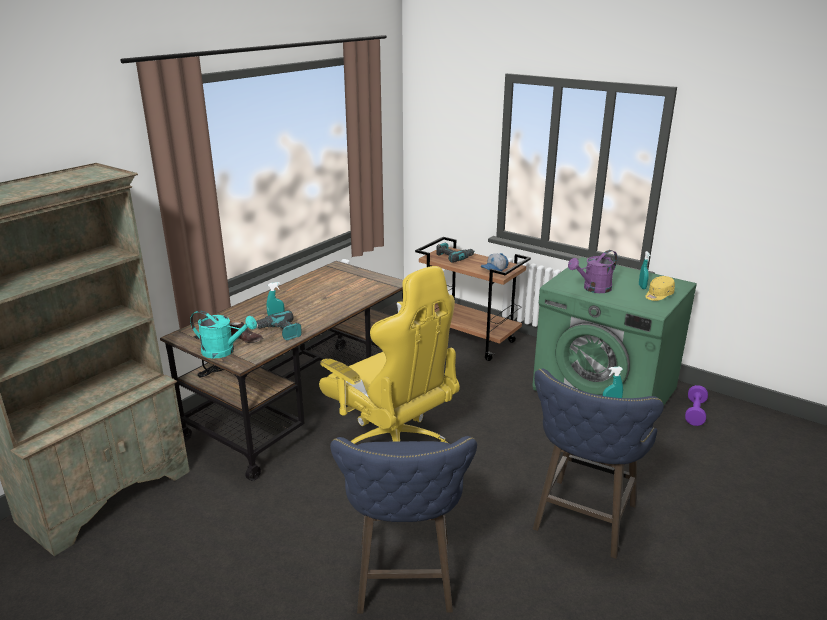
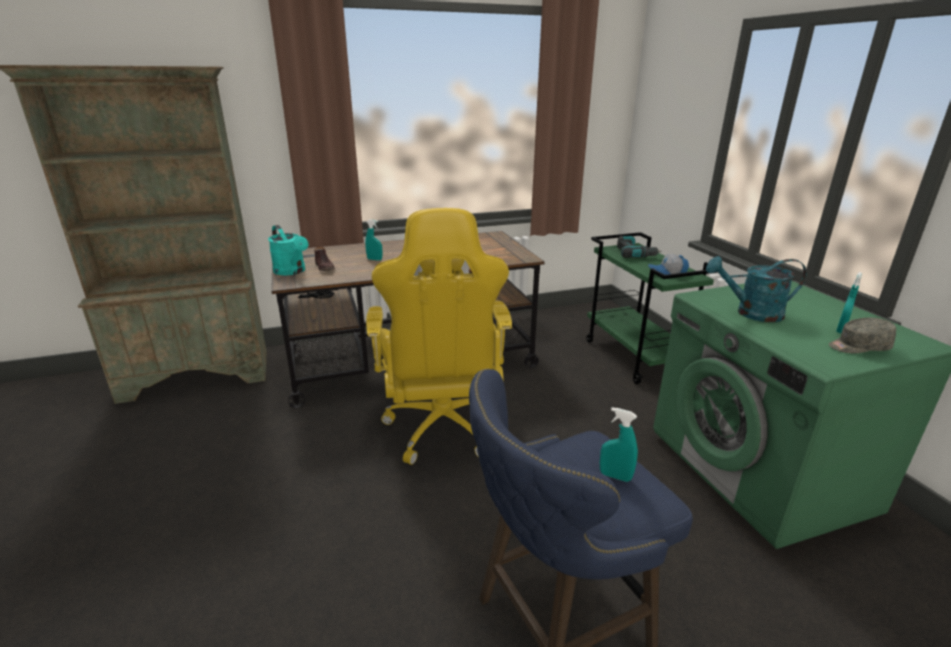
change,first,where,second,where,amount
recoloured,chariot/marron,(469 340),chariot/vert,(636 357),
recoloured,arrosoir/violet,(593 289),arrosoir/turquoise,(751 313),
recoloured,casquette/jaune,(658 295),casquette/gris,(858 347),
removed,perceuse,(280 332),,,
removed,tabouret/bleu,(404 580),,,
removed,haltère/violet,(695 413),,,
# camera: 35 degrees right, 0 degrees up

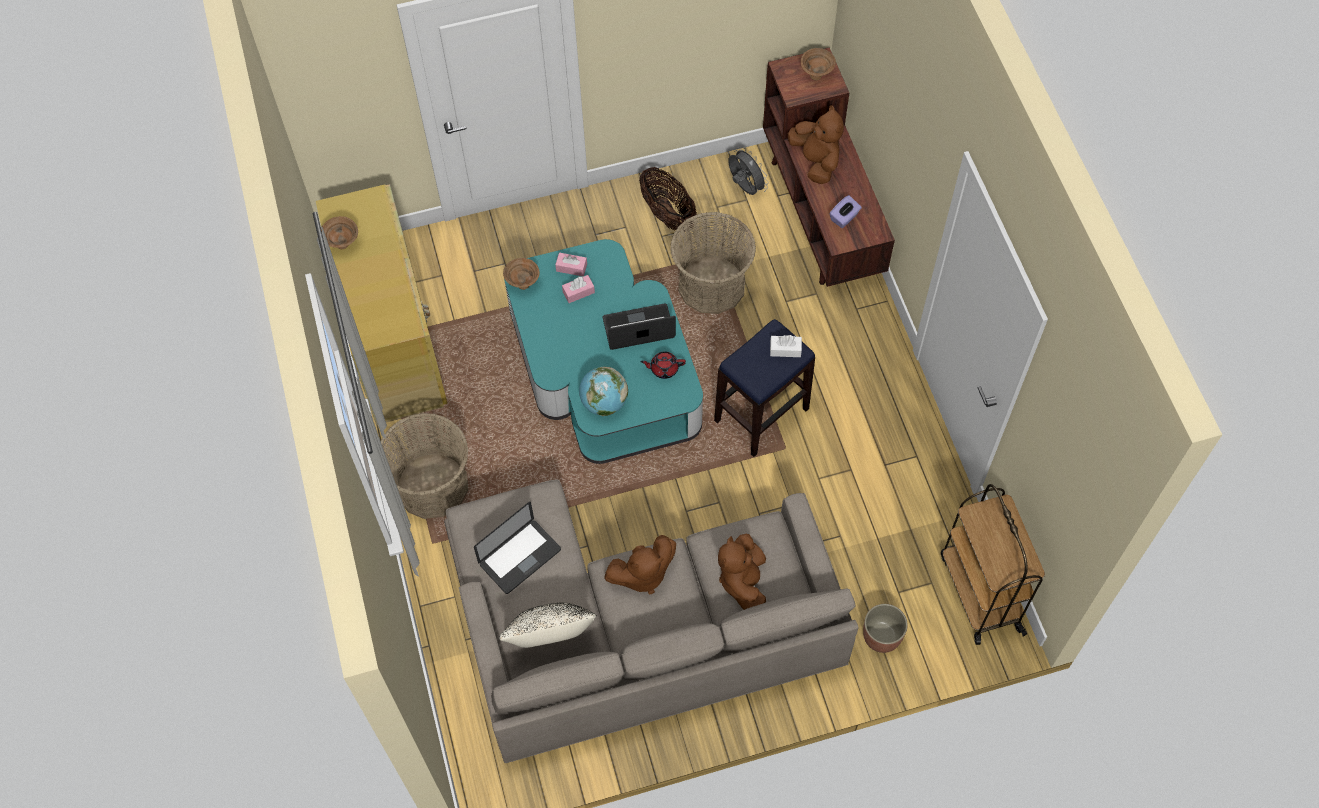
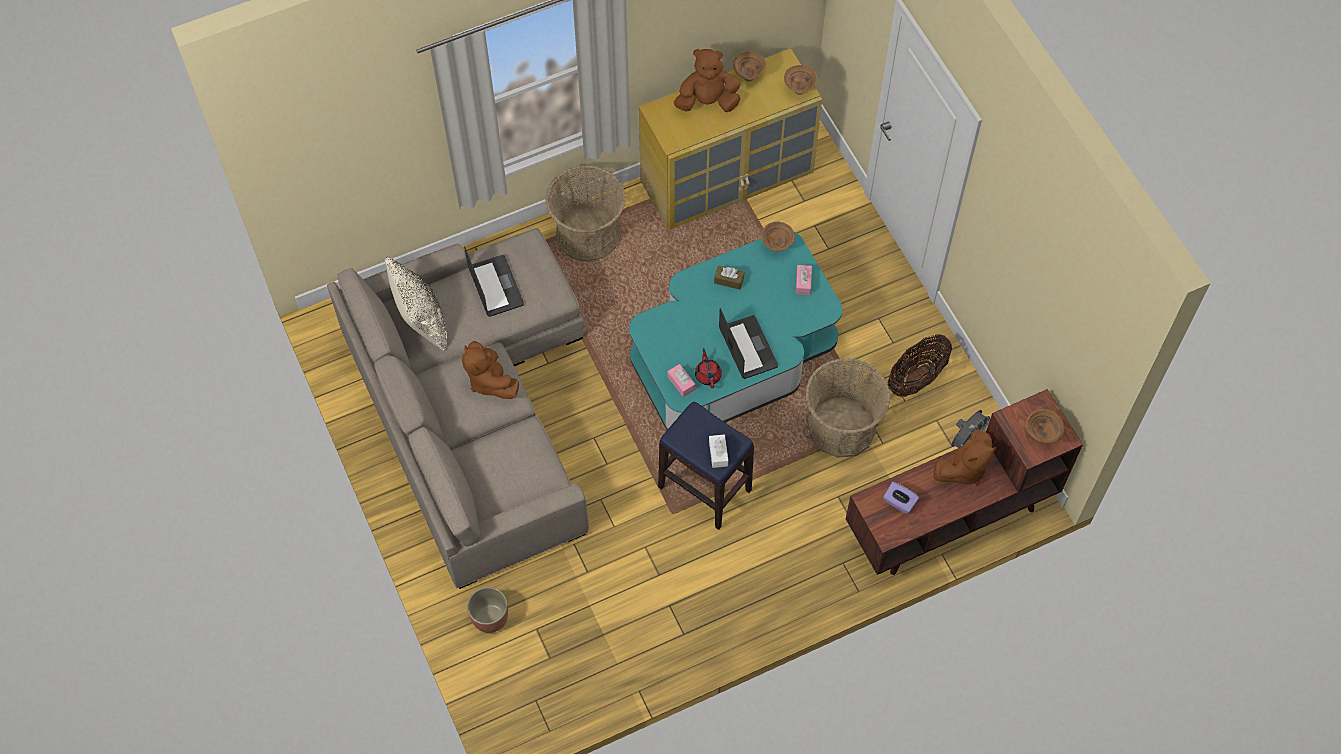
change,first,where,second,where,amount
turned,ordinateur portable,(520 557),,(495 286),150 degrees counterclockwise
moved,boîte à mouchoirs/rose,(578 292),,(681 383),
moved,peluche/marron,(743 580),,(707 102),
added,,,boîte à mouchoirs/marron,(729 280),
added,,,bol/marron,(799 91),
removed,globe,(604 403),,,
removed,chariot/marron,(980 591),,,
# camera: 80 degrees right, 0 degrees up

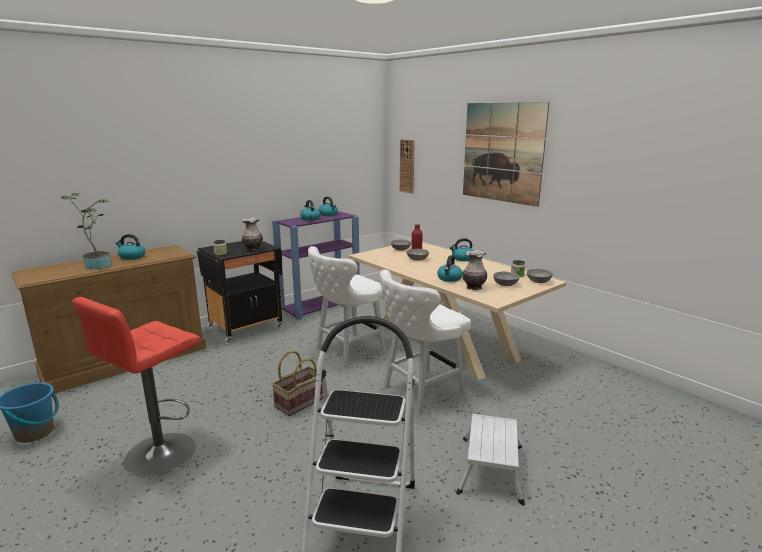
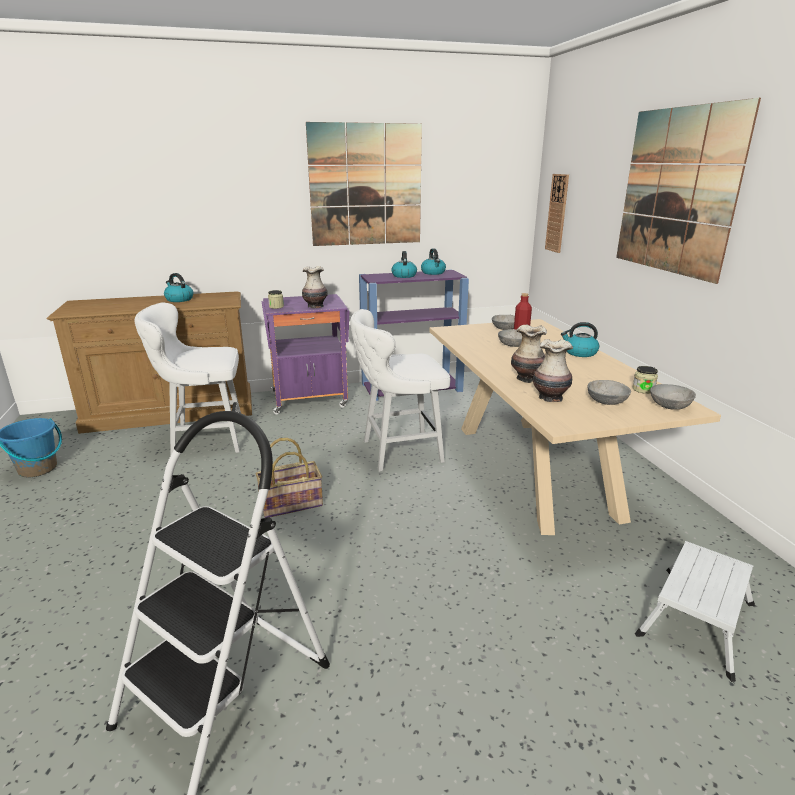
change,first,where,second,where,amount
moved,tabouret/blanc,(420 391),,(204 440),
recoloured,chariot/noir,(246 328),chariot/violet,(310 399),
added,,,tableau,(366 185),
replaced,bouilloire,(449 279),vase,(527 379),
moved,escabeau/blanc,(491 469),,(696 619),
removed,plante en pot,(98 264),,,
removed,tabouret/rouge,(159 454),,,
# camera: 25 degrees right, 5 degrees up

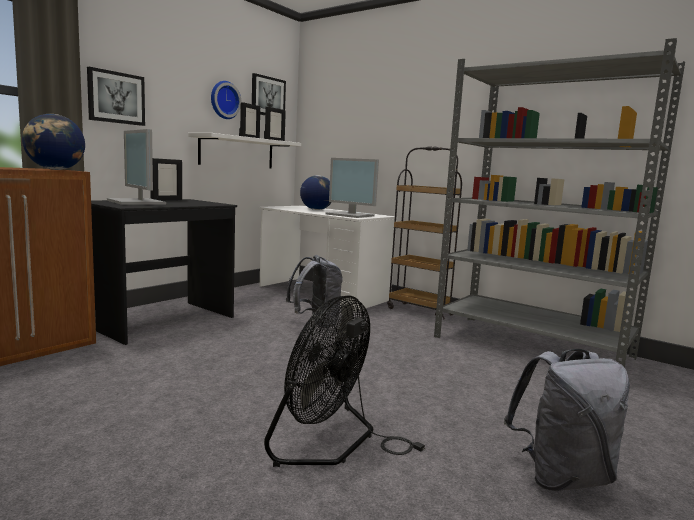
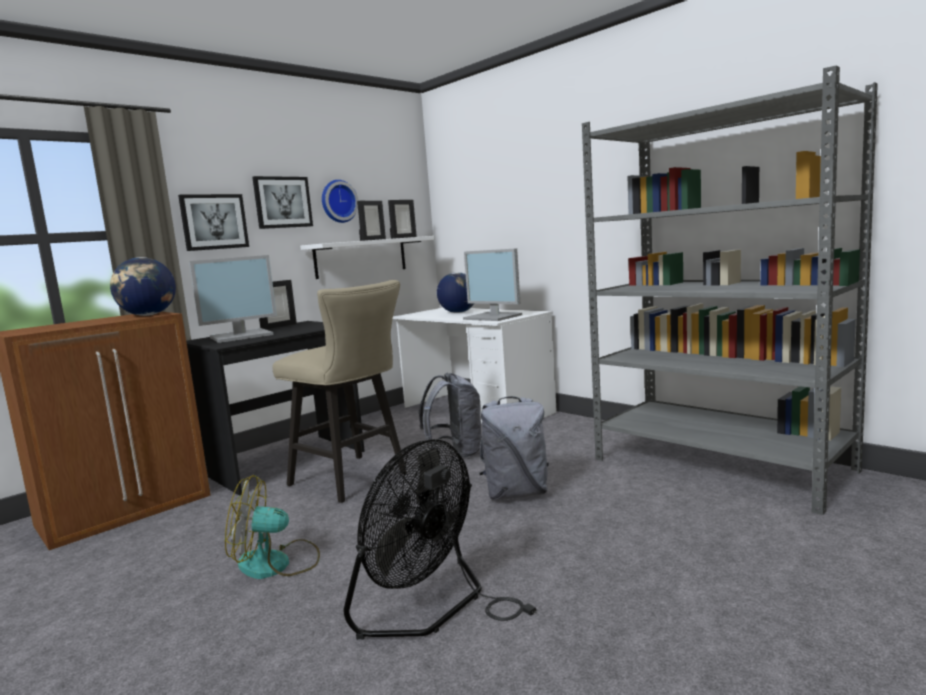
change,first,where,second,where,amount
turned,écran d'ordinateur,(137 202),,(242 336),90 degrees counterclockwise
added,,,ventilateur,(276 564),
moved,tableau,(267 96),,(282 202),
added,,,tabouret/beige,(354 480),
moved,sac à dos/gris,(561 477),,(516 493),
removed,chariot/marron,(419 311),,,
# camera: 10 degrees right, 0 degrees up

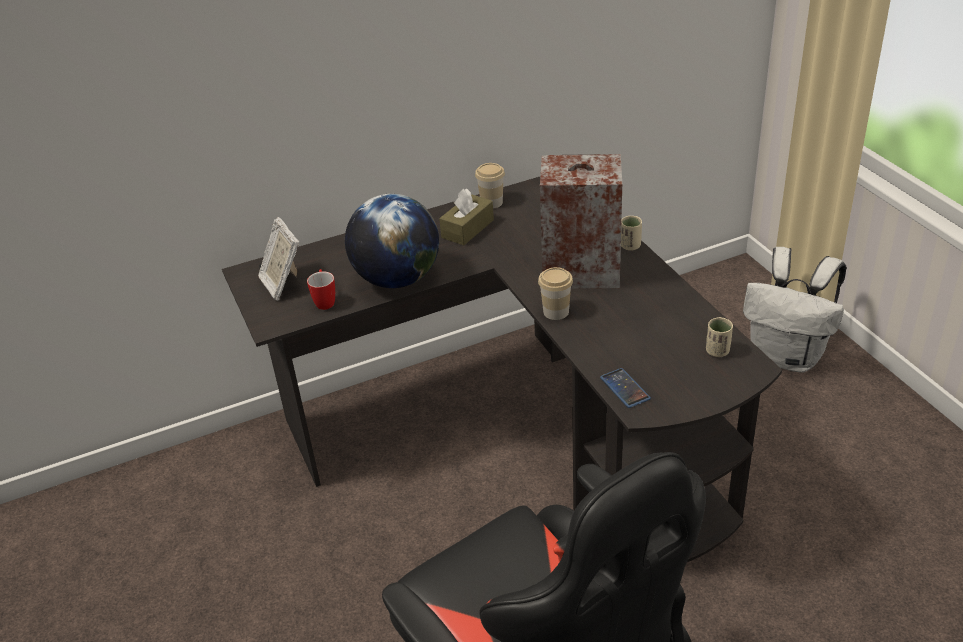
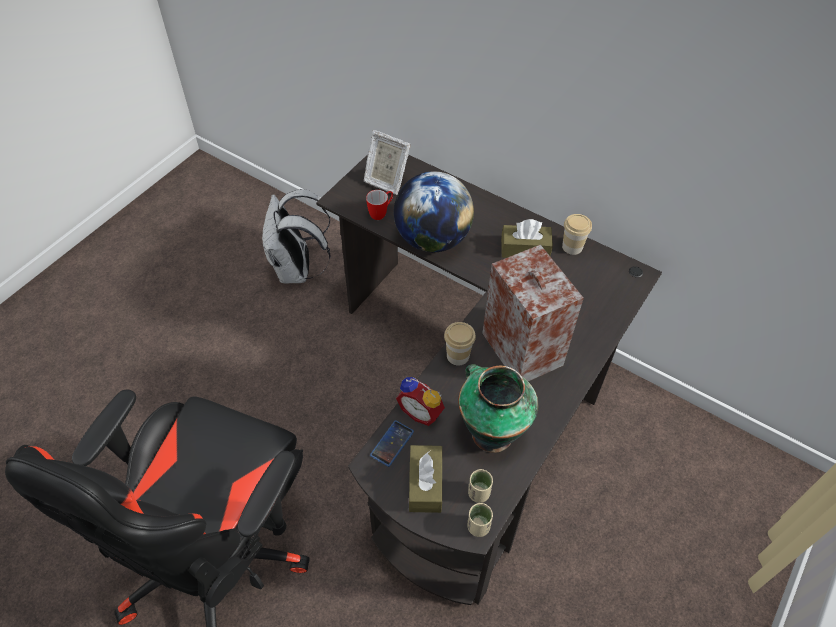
change,first,where,second,where,amount
moved,sac à dos/blanc,(788 357),,(297 270),
turned,cadre photo,(283 283),,(385 181),90 degrees counterclockwise
added,,,réveil,(421 411),
added,,,boîte à mouchoirs/marron,(425 484),
added,,,vase,(490 432),
moved,tasse/beige,(630 246),,(478 527),
# camera: 55 degrees right, 15 degrees up

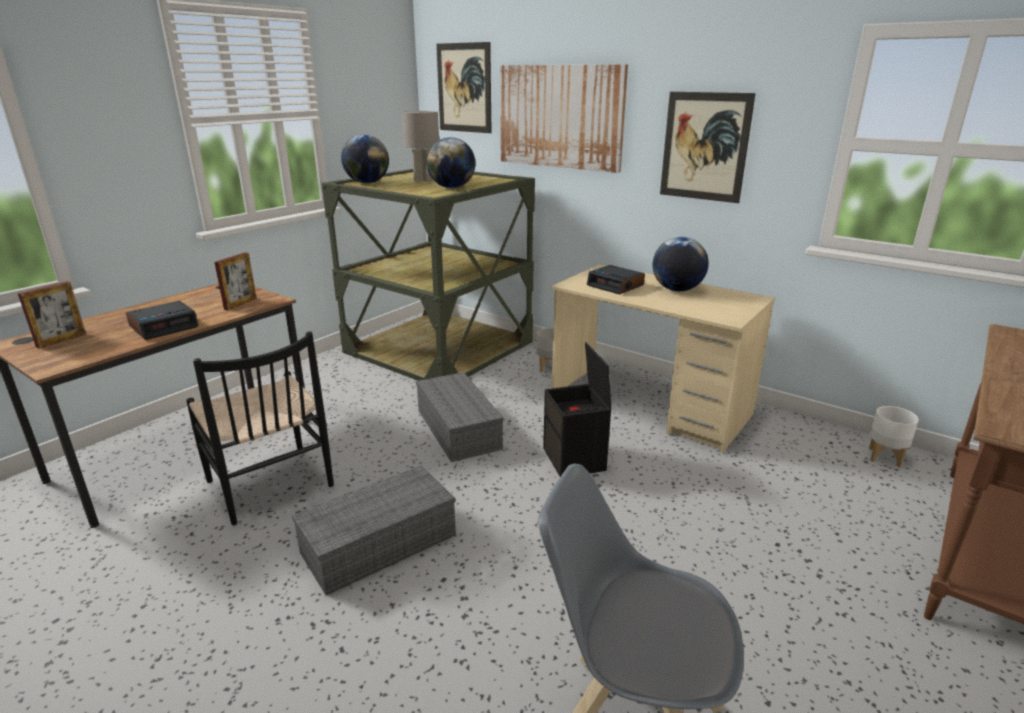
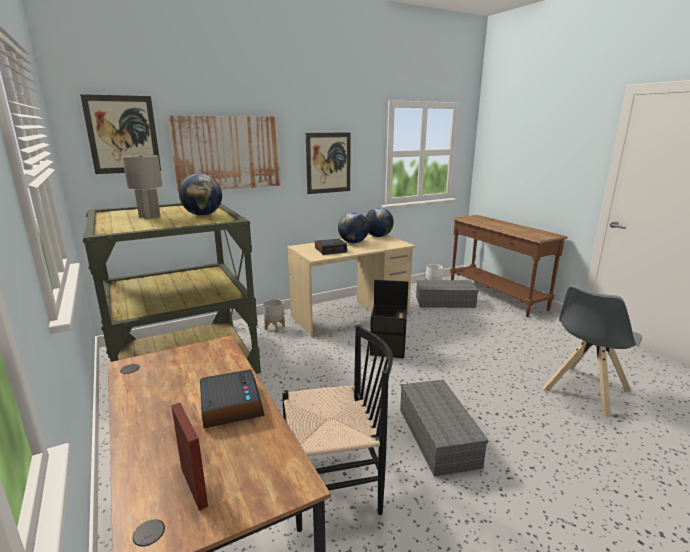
change,first,where,second,where,amount
moved,globe,(367 183),,(378 236),
moved,boîte de rangement/gris,(460 429),,(445 301),
removed,cadre photo,(240 304),,,
# camera: 65 degrees left, 5 degrees down

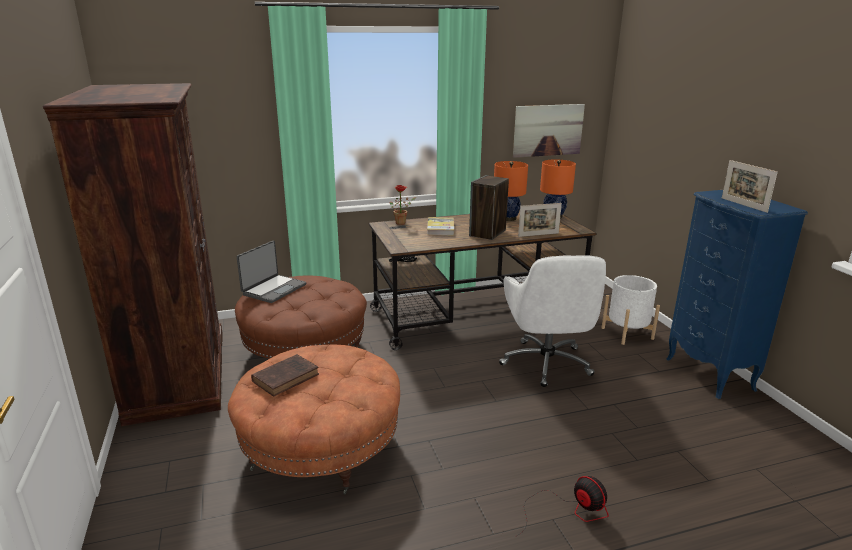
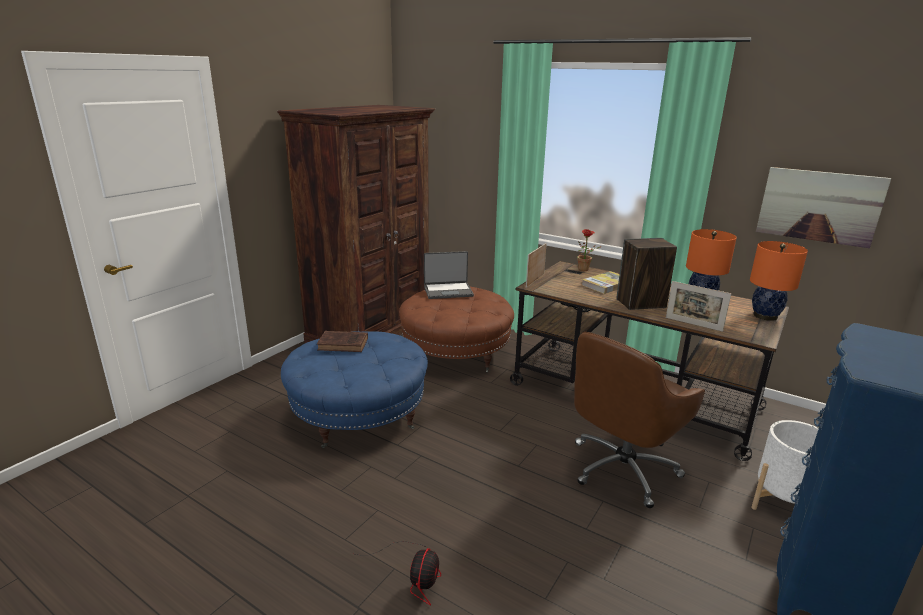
change,first,where,second,where,amount
recoloured,pouf/marron,(321 447),pouf/bleu,(359 414),
moved,cadre photo,(743 205),,(535 280),
recoloured,chaise de bureau/blanc,(545 363),chaise de bureau/marron,(622 469),
# camera: 50 degrees right, 0 degrees up

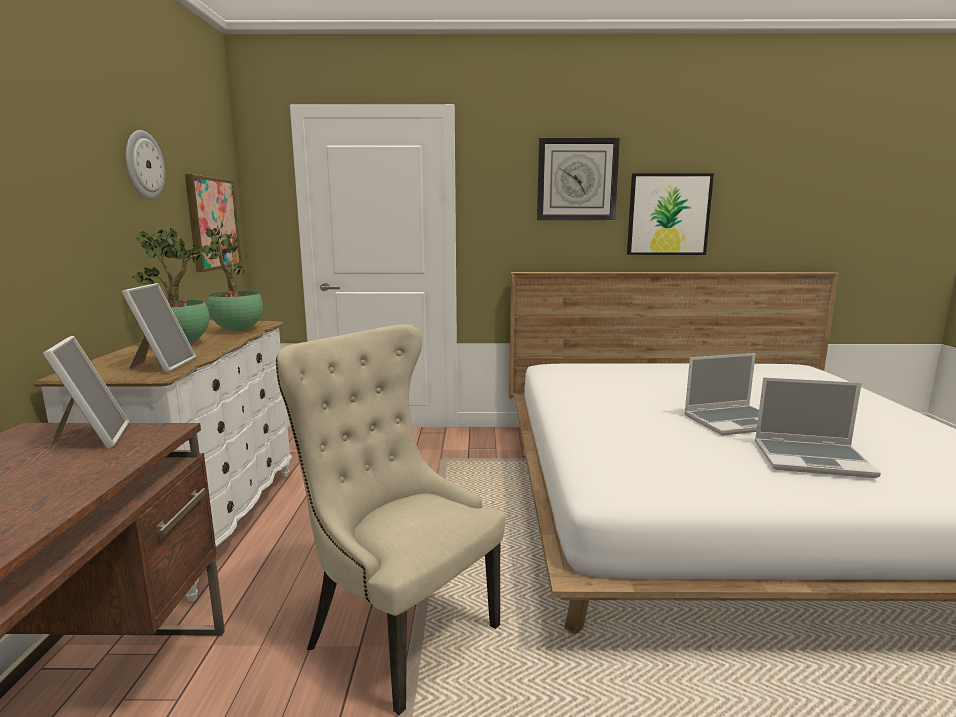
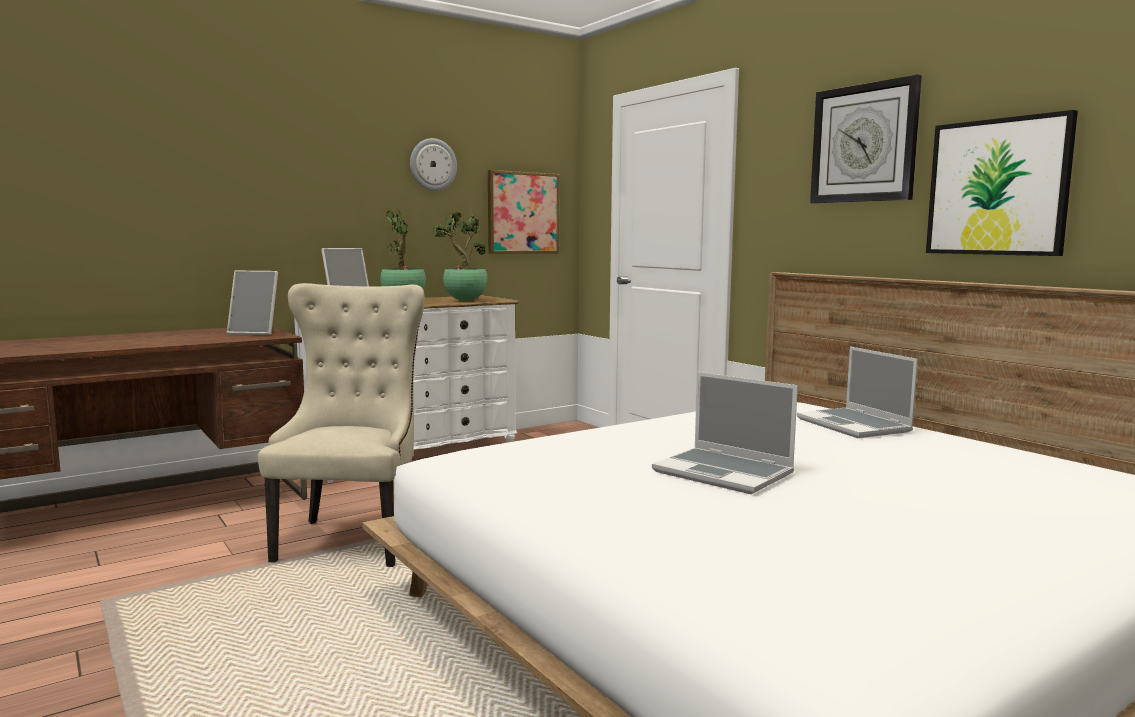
change,first,where,second,where,amount
turned,cadre photo,(92 438),,(256 333),60 degrees clockwise
moved,ordinateur portable,(813 459),,(855 425),
# camera: 55 degrees right, 5 degrees down

